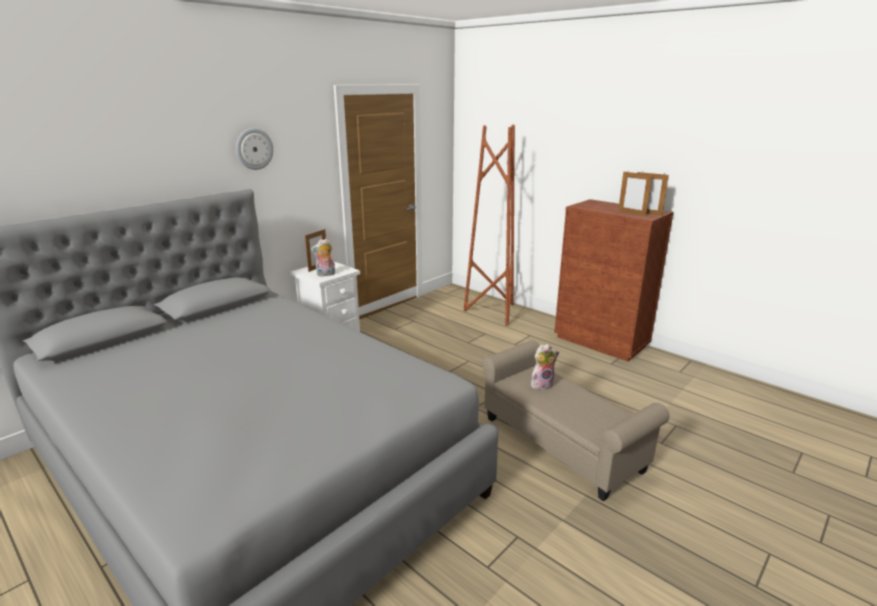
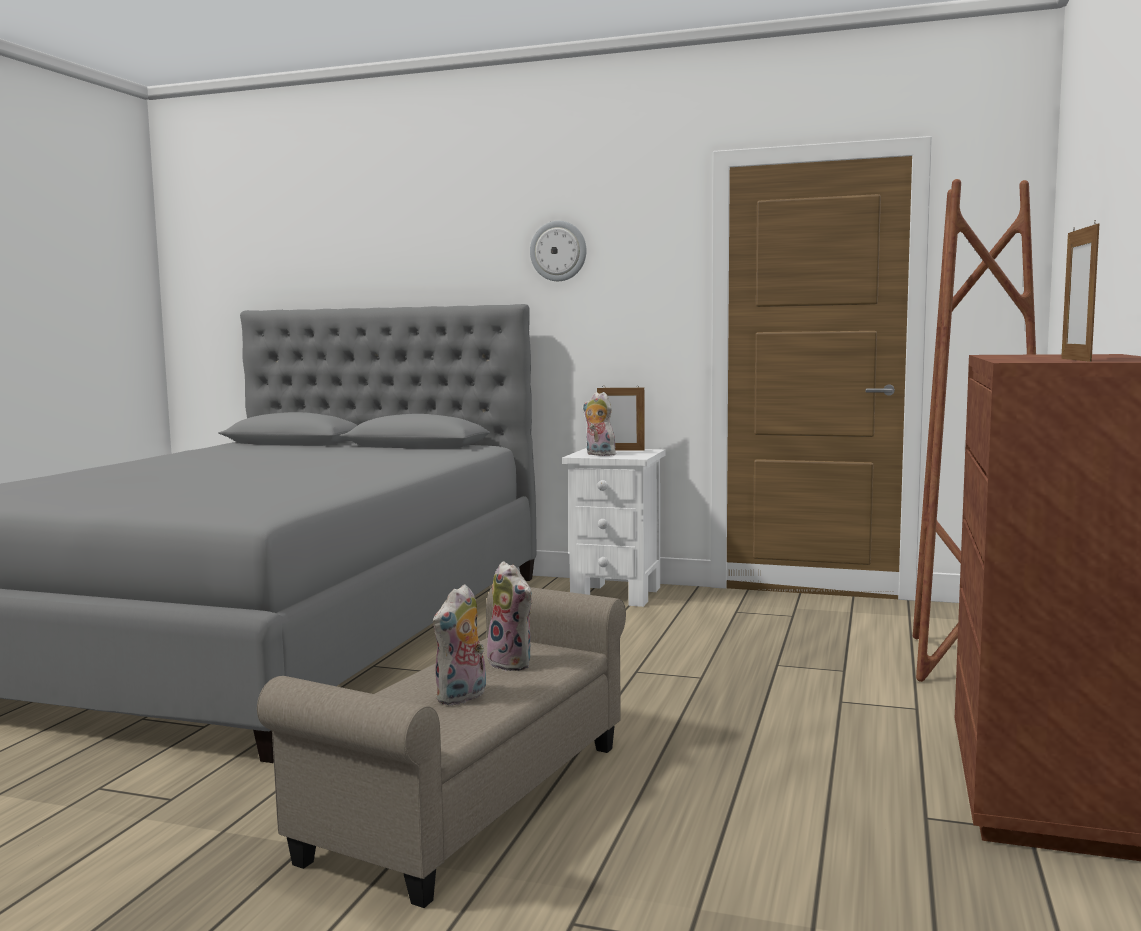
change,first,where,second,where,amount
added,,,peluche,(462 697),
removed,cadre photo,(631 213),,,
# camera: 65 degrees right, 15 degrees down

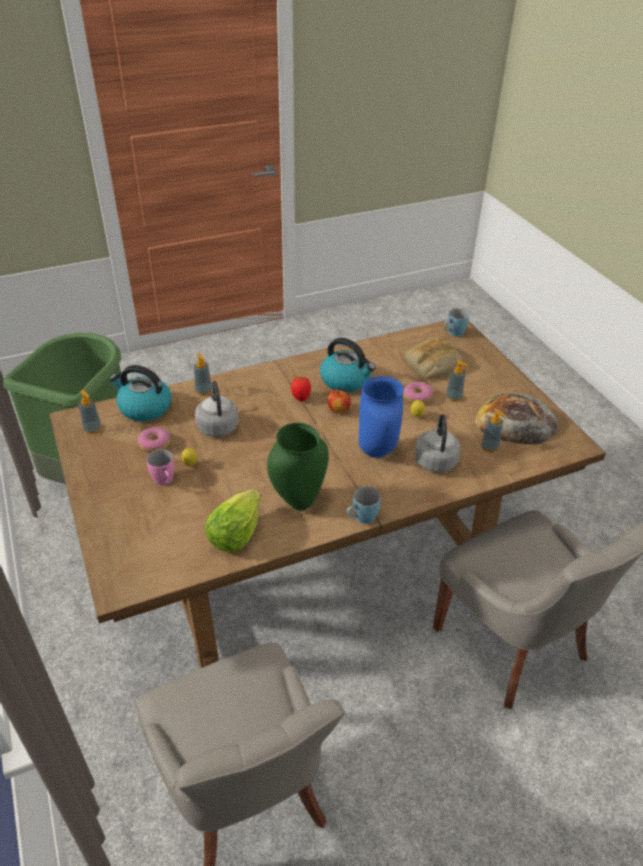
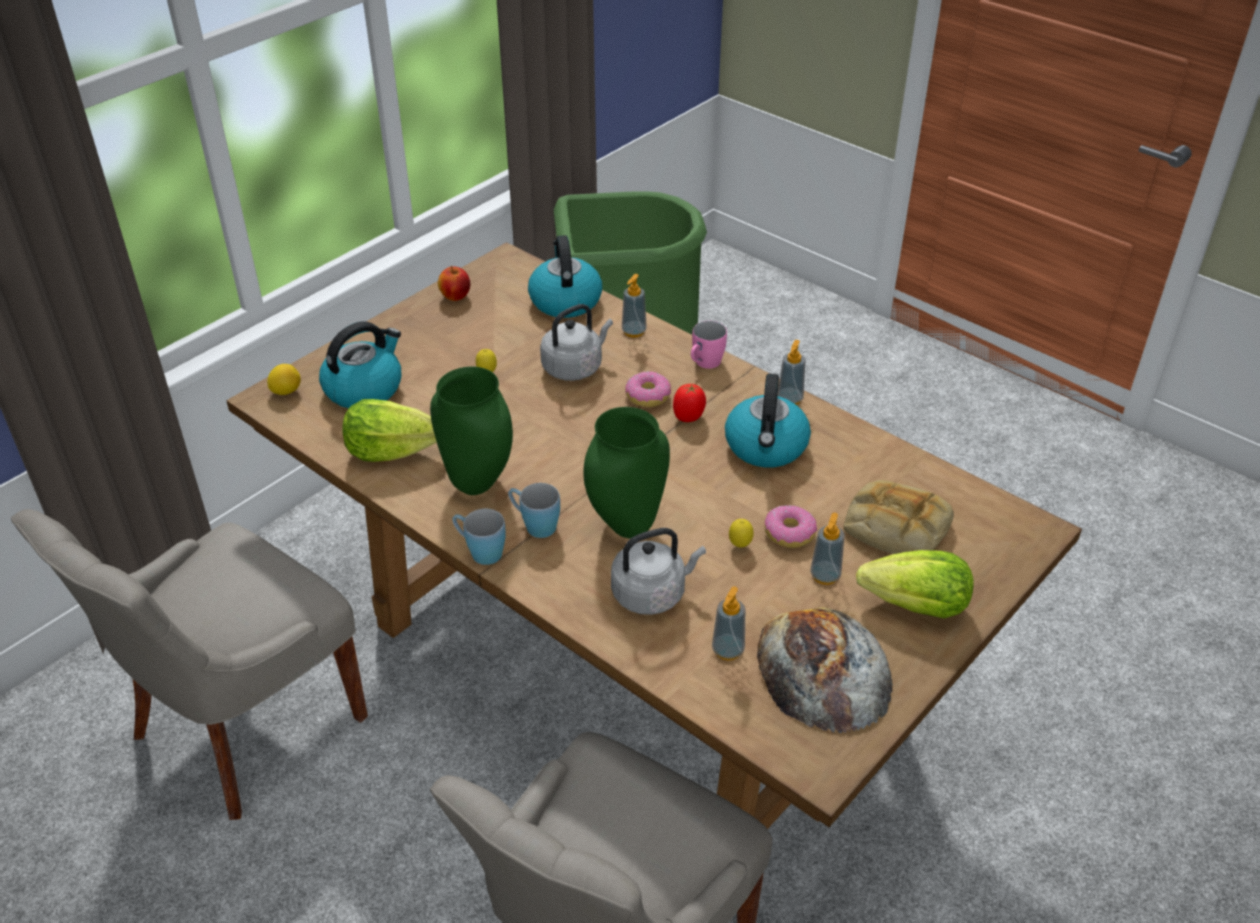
change,first,where,second,where,amount
added,,,citron,(286 391),
added,,,bouilloire,(364 388),
moved,pomme,(338 410),,(455 296),
moved,mug/bleu,(453 333),,(534 525),
recoloured,vase/bleu,(378 451),vase/vert,(628 528),
moved,beignet,(155 444),,(648 396),
moved,mug/rose,(165 481),,(704 364),
moved,distributeur de savon,(92 429),,(789 399),
added,,,laitue,(916 606),
# camera: 65 degrees right, 0 degrees up

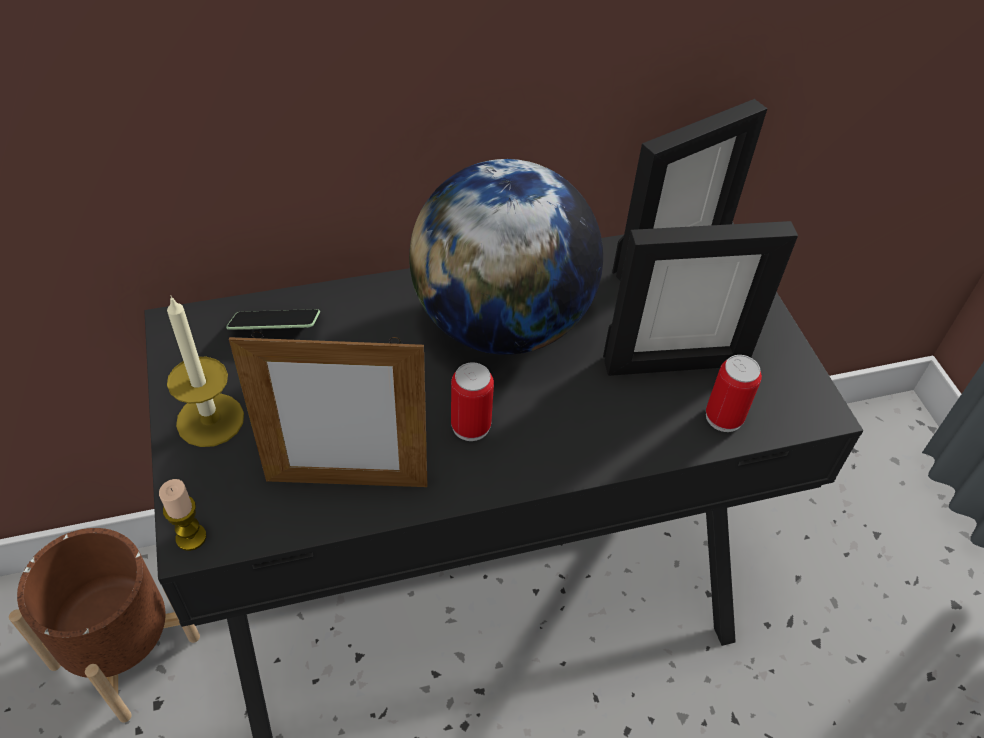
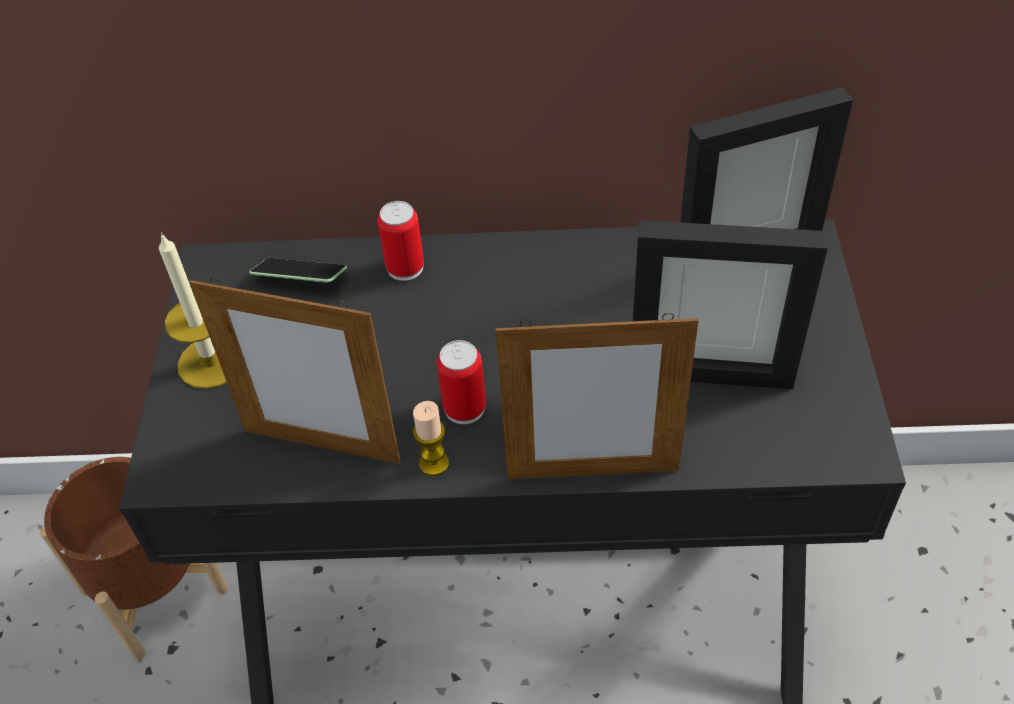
change,first,where,second,where,amount
moved,boîte métallique,(724 417),,(405 267),
moved,bougie,(191 537),,(434 463),
added,,,cadre photo,(592 473),
removed,globe,(501 323),,,
# camera: 20 degrees right, 0 degrees up

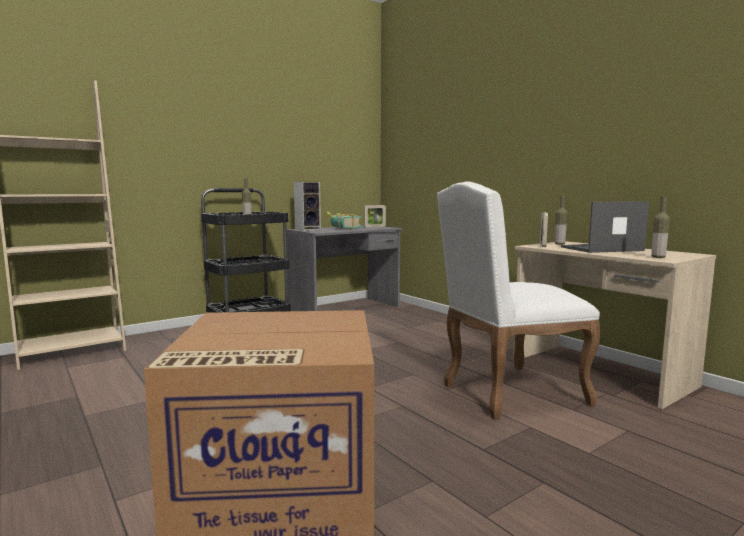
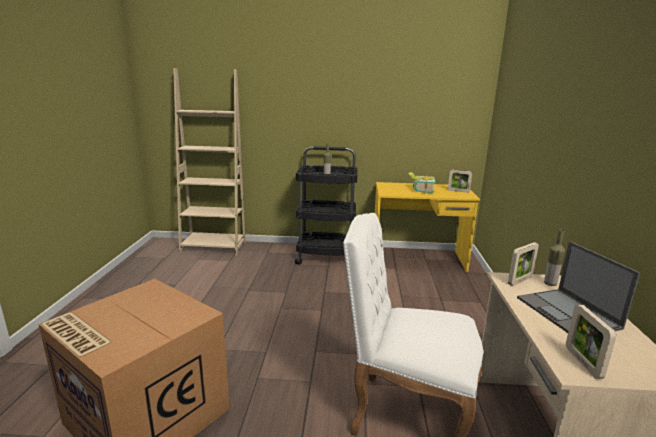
change,first,where,second,where,amount
recoloured,bureau/gris,(346 309),bureau/jaune,(418 259),
turned,ordinateur portable,(601 249),,(568 313),135 degrees counterclockwise
replaced,bouteille,(658 257),cadre photo,(583 362),
removed,enceinte,(308 229),,,
# camera: 40 degrees right, 10 degrees up

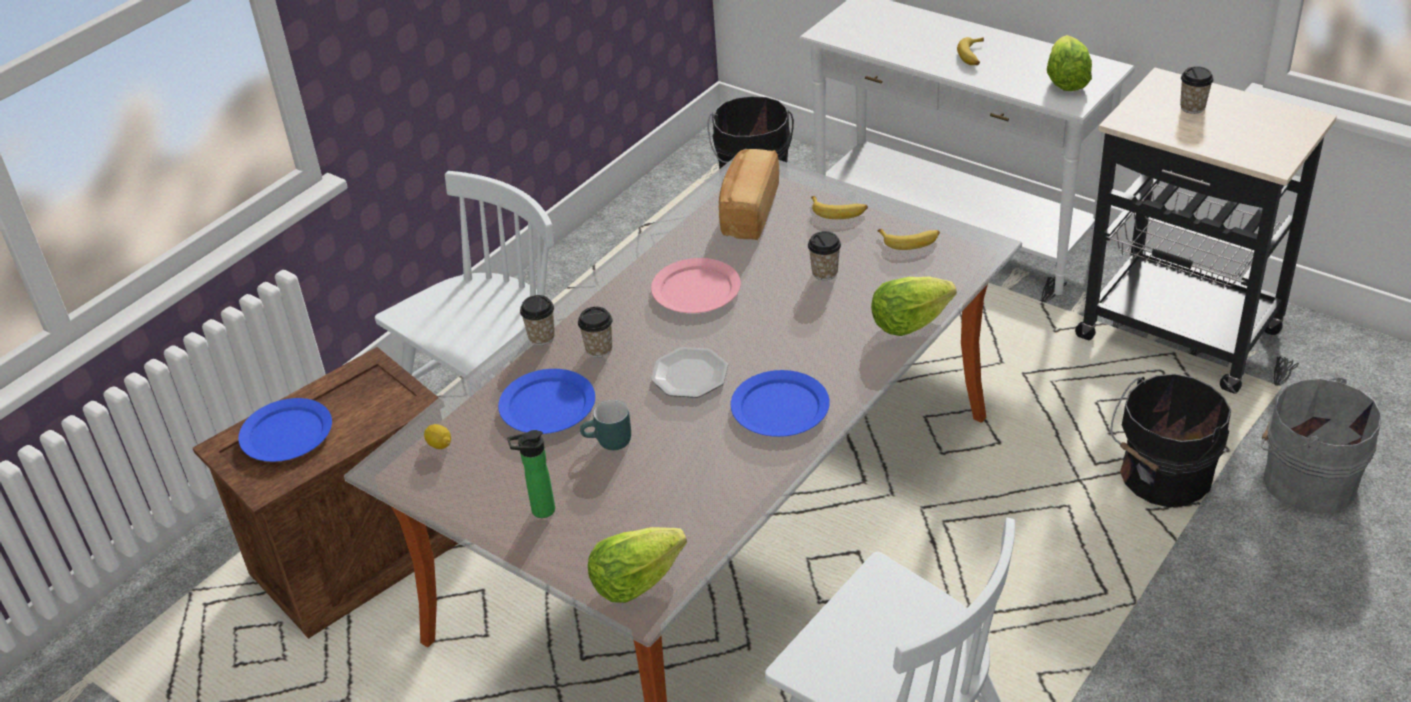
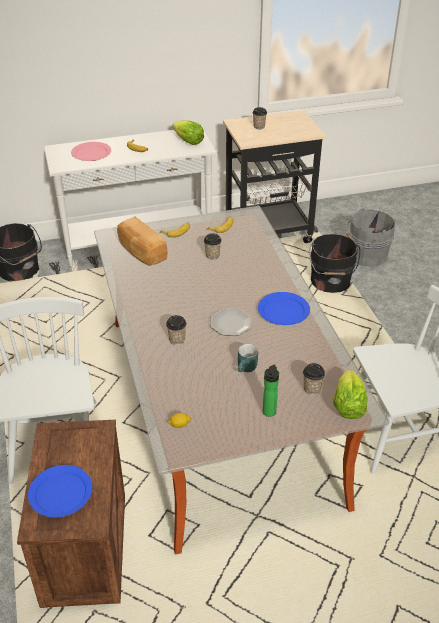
change,first,where,second,where,amount
moved,assiette/rose,(696 290),,(91 153),
moved,tasse,(541 337),,(312 389),
removed,assiette/bleu,(548 405),,,
removed,laitue,(909 323),,,
# camera: 55 degrees left, 0 degrees up

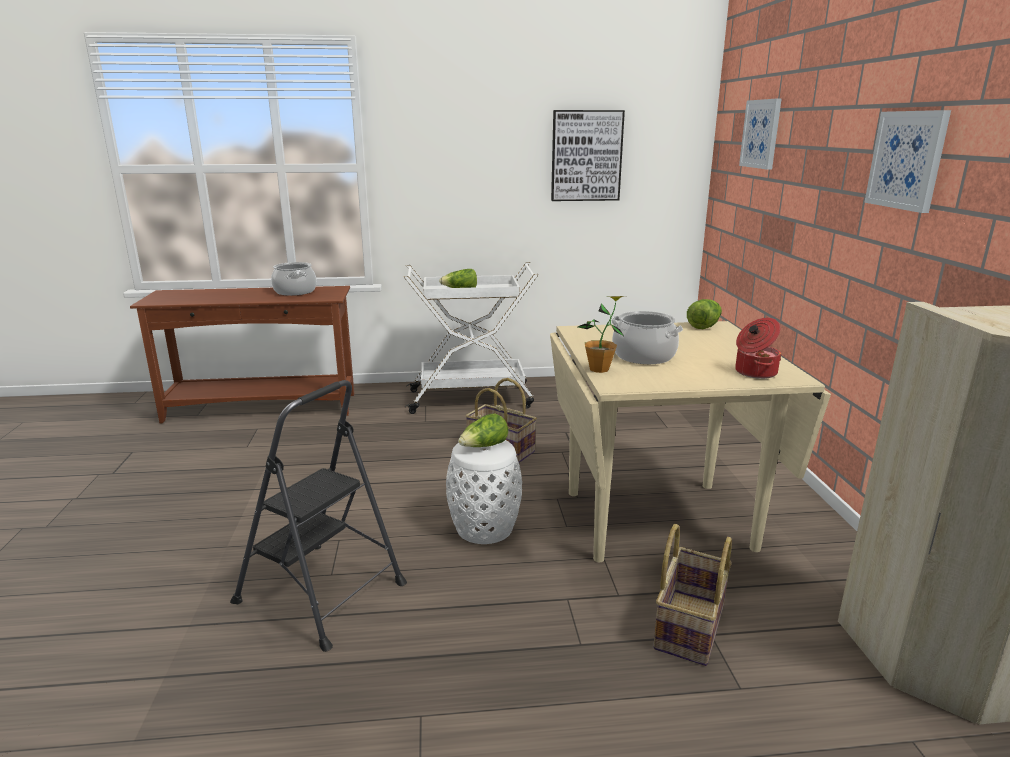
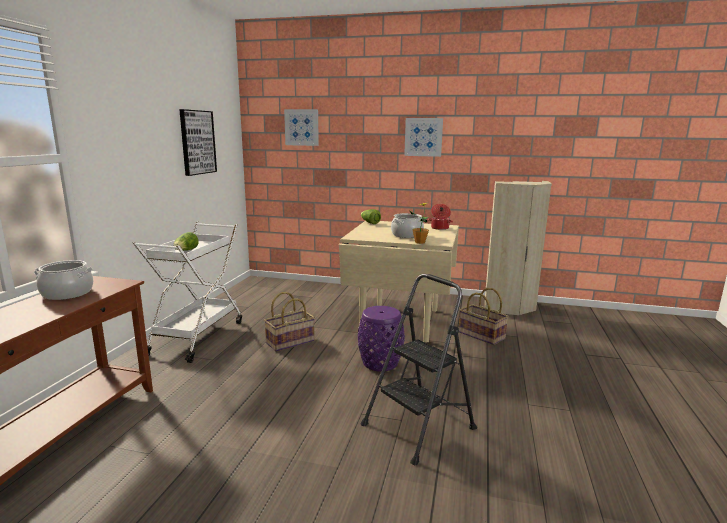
change,first,where,second,where,amount
recoloured,tabouret/blanc,(484 528),tabouret/violet,(380 363),
removed,laitue,(484 446),,,
# camera: 70 degrees left, 5 degrees down

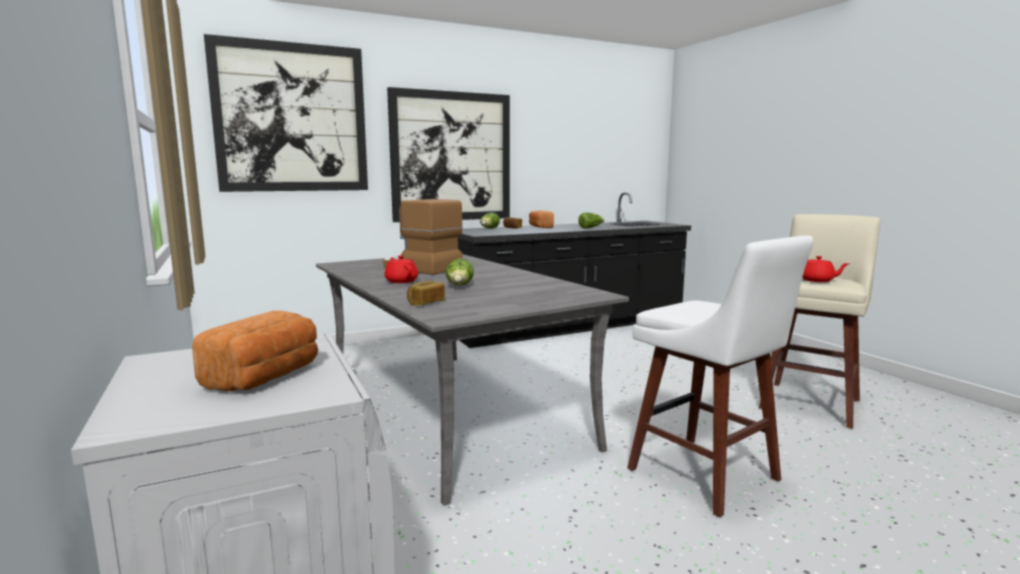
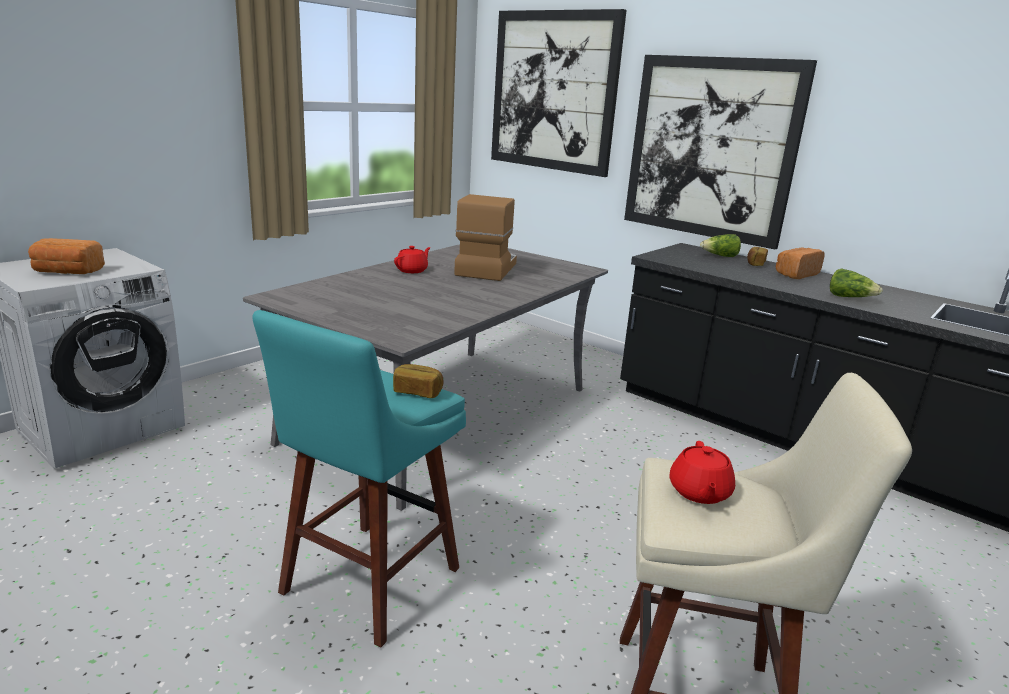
change,first,where,second,where,amount
recoloured,tabouret/blanc,(705 477),tabouret/turquoise,(367 583),
moved,pain,(425 303),,(417 392),
removed,laitue,(460 286),,,
# camera: 65 degrees right, 10 degrees up

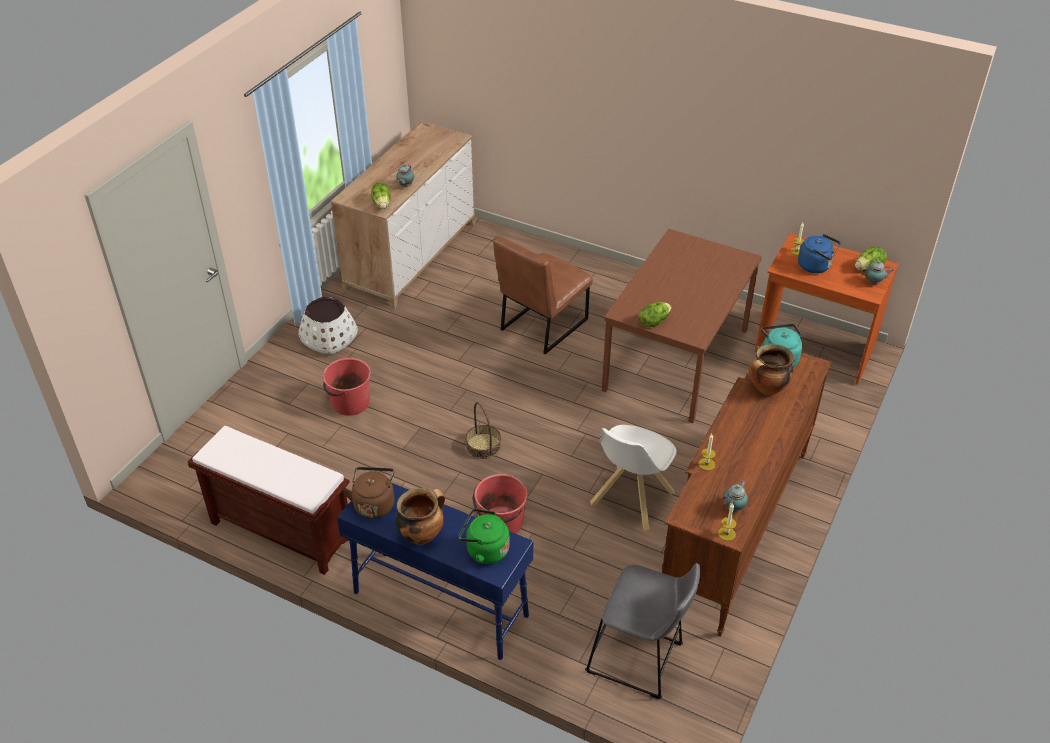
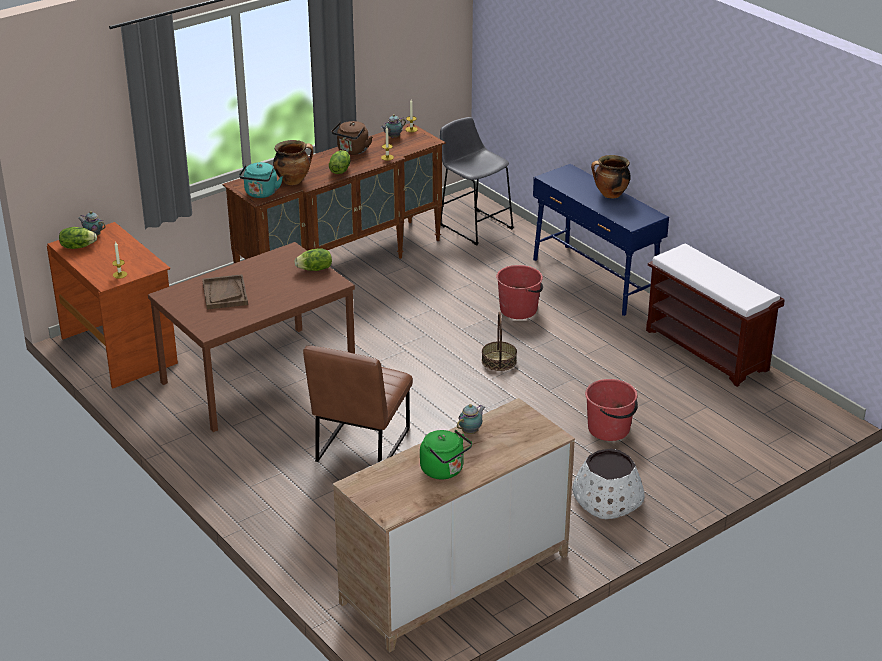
change,first,where,second,where,amount
added,,,plateau/marron,(225 293),
turned,chaise/marron,(542 325),,(361 446),135 degrees clockwise
moved,laitue,(382 203),,(340 170),
moved,bouilloire/marron,(374 504),,(352 151),
moved,bouilloire/vert,(484 550),,(444 470),
removed,chaise/blanc,(630 499),,,
removed,bouilloire/bleu,(816 266),,,
# camera: 155 degrees left, 10 degrees down

